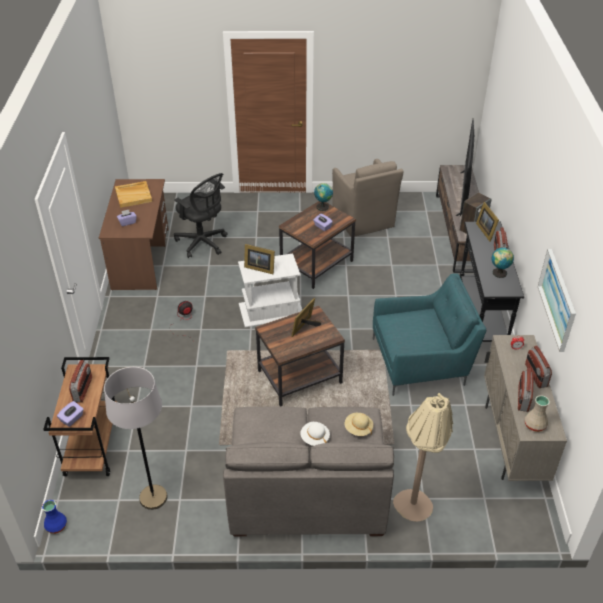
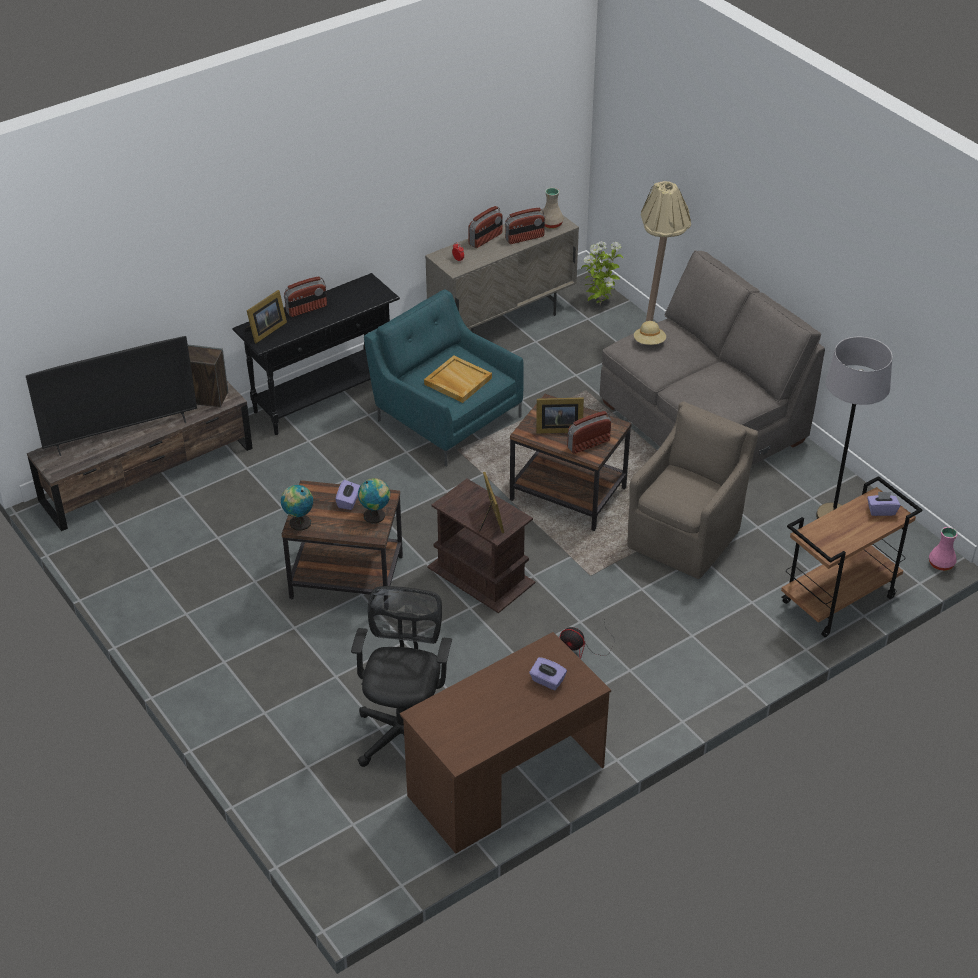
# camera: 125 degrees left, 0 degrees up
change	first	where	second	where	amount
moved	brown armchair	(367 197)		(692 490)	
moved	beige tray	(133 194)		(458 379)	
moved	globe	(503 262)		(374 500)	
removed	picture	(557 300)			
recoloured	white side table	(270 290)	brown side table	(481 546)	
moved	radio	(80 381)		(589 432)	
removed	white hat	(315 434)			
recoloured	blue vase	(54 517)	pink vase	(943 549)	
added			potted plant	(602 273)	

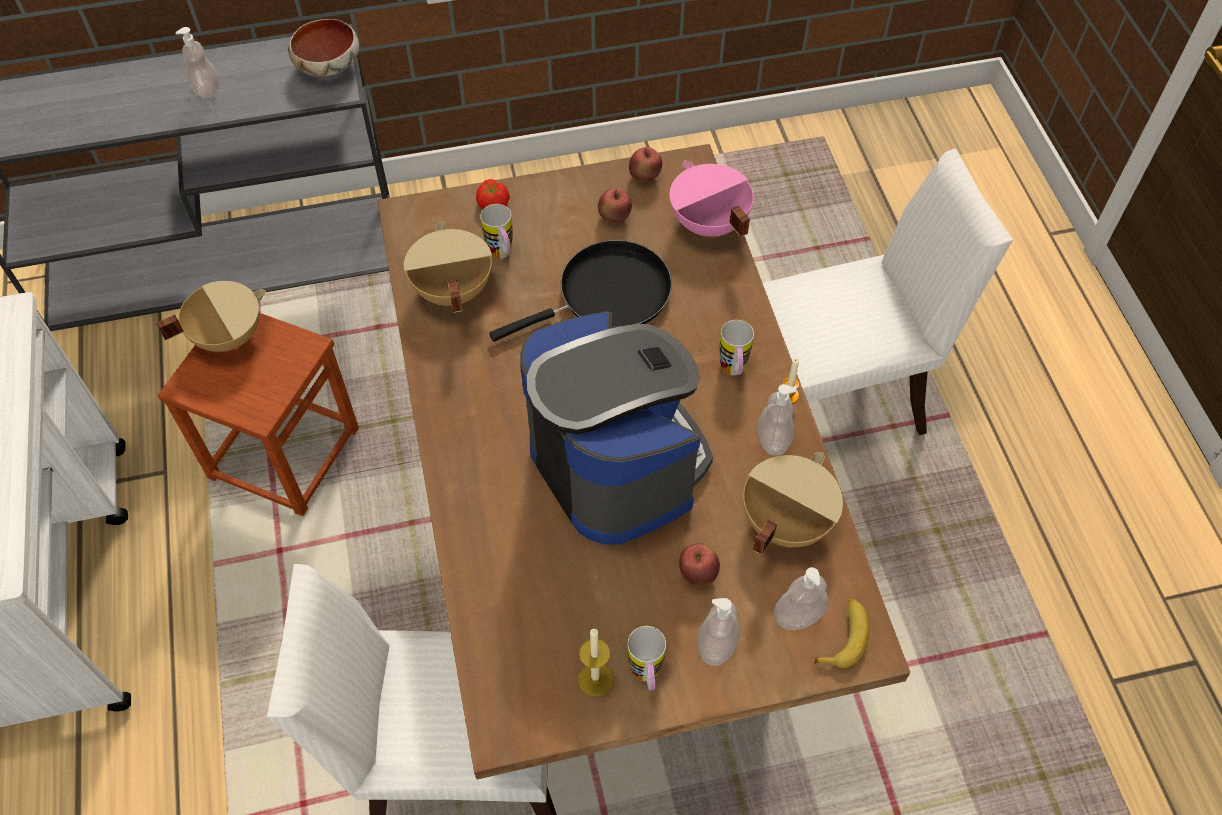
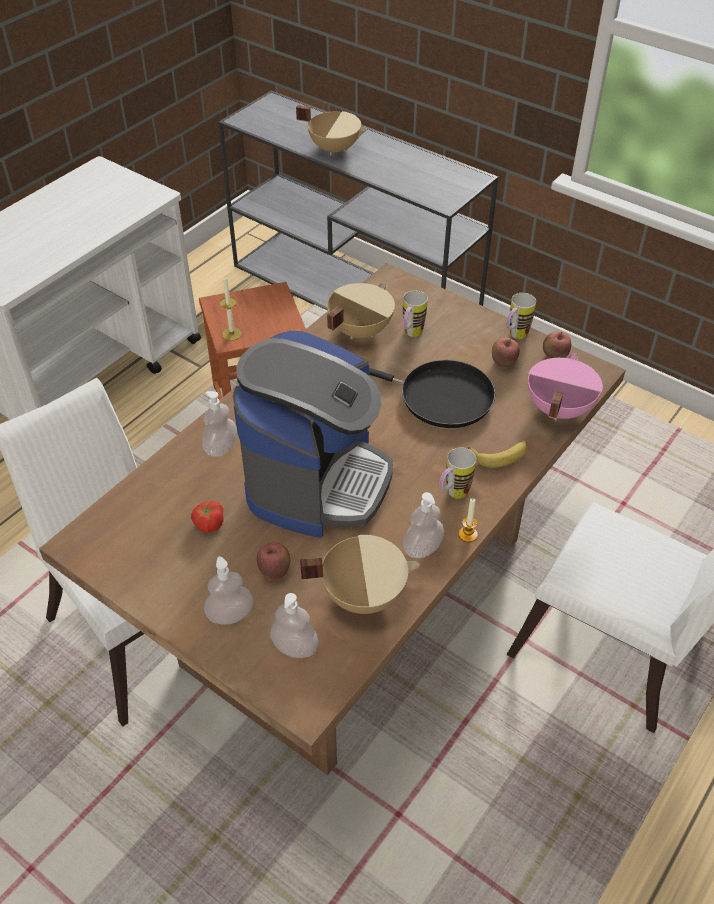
# camera: 50 degrees right, 10 degrees down
change	first	where	second	where	amount
removed	bowl	(323 48)			
moved	soap dispenser	(197 62)		(219 424)	
moved	tomato	(493 194)		(207 517)	
moved	beige cooking pot	(210 316)		(331 130)	
moved	banana	(841 632)		(497 454)	
moved	mug	(646 658)		(521 316)	
moved	candle	(595 662)		(231 308)	

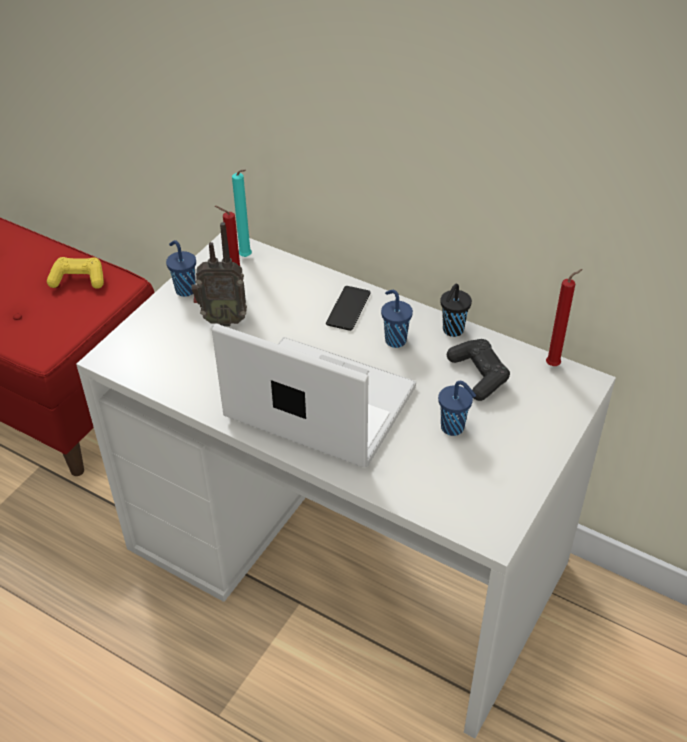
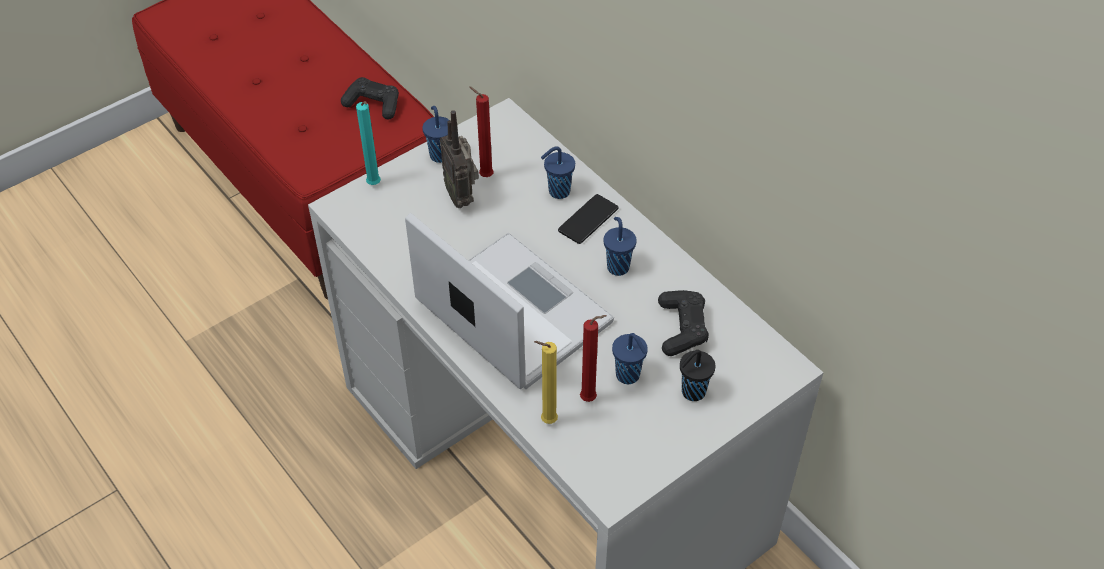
# camera: 20 degrees right, 5 degrees up
change	first	where	second	where	amount
moved	turquoise candle	(242 213)		(368 143)	
turned	radio	(219 274)		(459 159)	45 degrees clockwise
recoloured	yellow game controller	(75 273)	black game controller	(370 98)	
moved	red candle	(564 317)		(593 358)	
moved	black cup	(456 310)		(698 375)	
added			blue cup	(558 172)	
added			yellow candle	(546 382)	

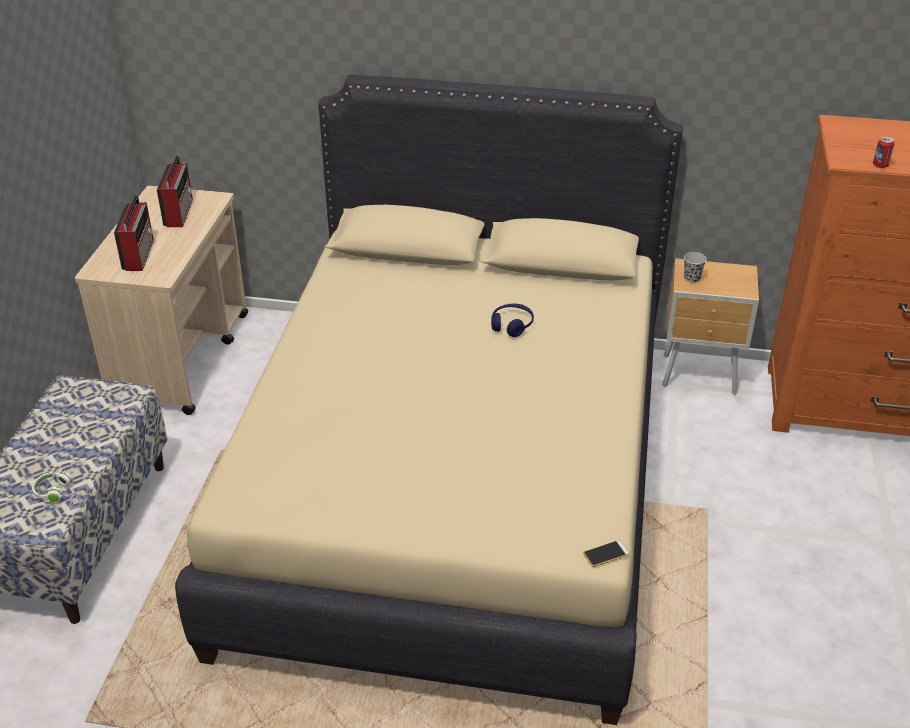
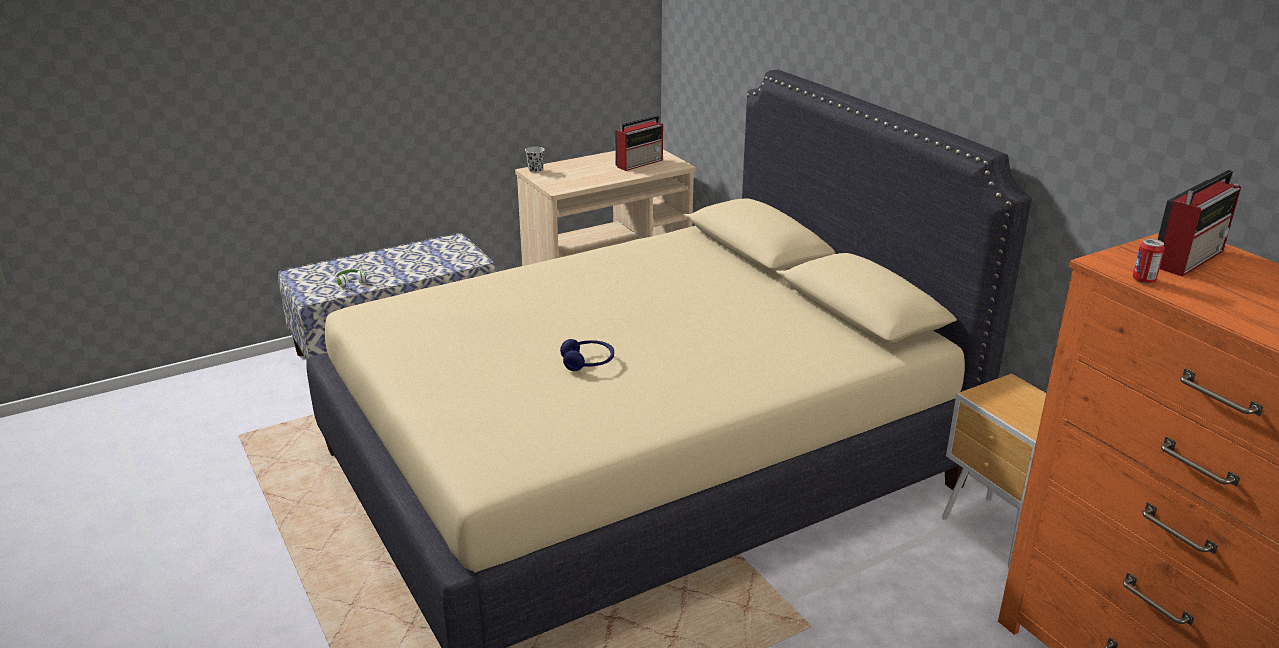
# camera: 50 degrees right, 10 degrees down
change	first	where	second	where	amount
moved	radio	(134 233)		(1199 223)	
moved	black cup	(695 267)		(535 159)	
moved	blue headphones	(512 320)		(587 355)	
removed	phone	(606 553)			

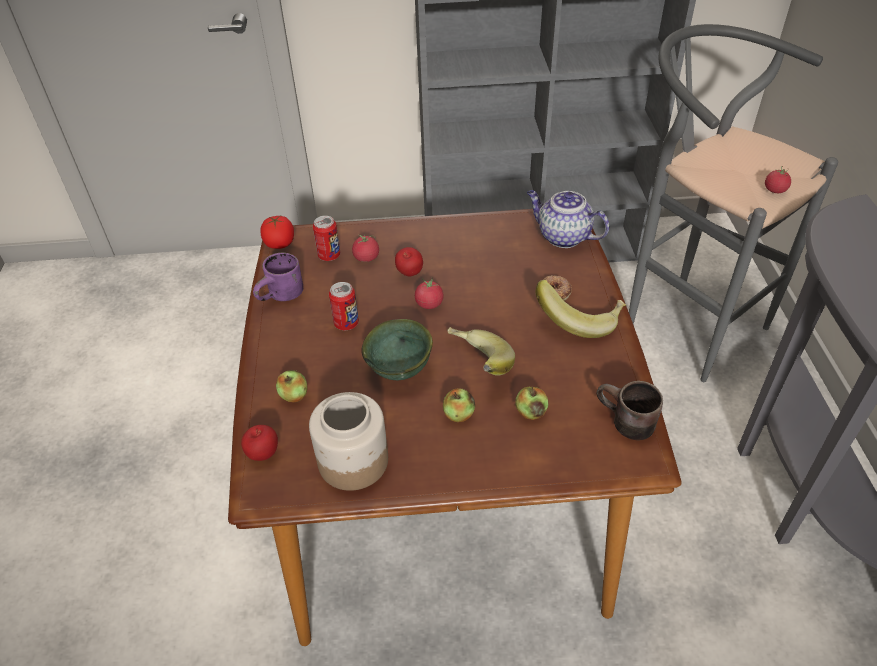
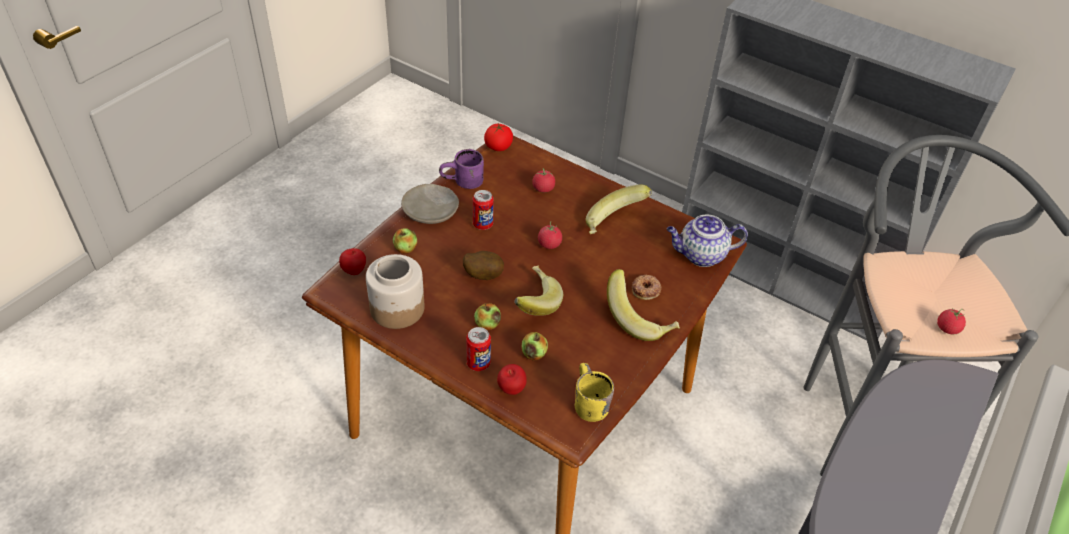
# camera: 35 degrees right, 0 degrees up
change	first	where	second	where	amount
turned	teapot	(568 219)		(707 240)	75 degrees counterclockwise
moved	can	(326 238)		(478 349)	
moved	apple	(409 261)		(512 379)	
replaced	green bowl	(397 349)	potato	(483 265)	
recoloured	brown mug	(630 410)	yellow mug	(594 392)	
added			beige plate	(430 204)	
added			banana	(619 209)	

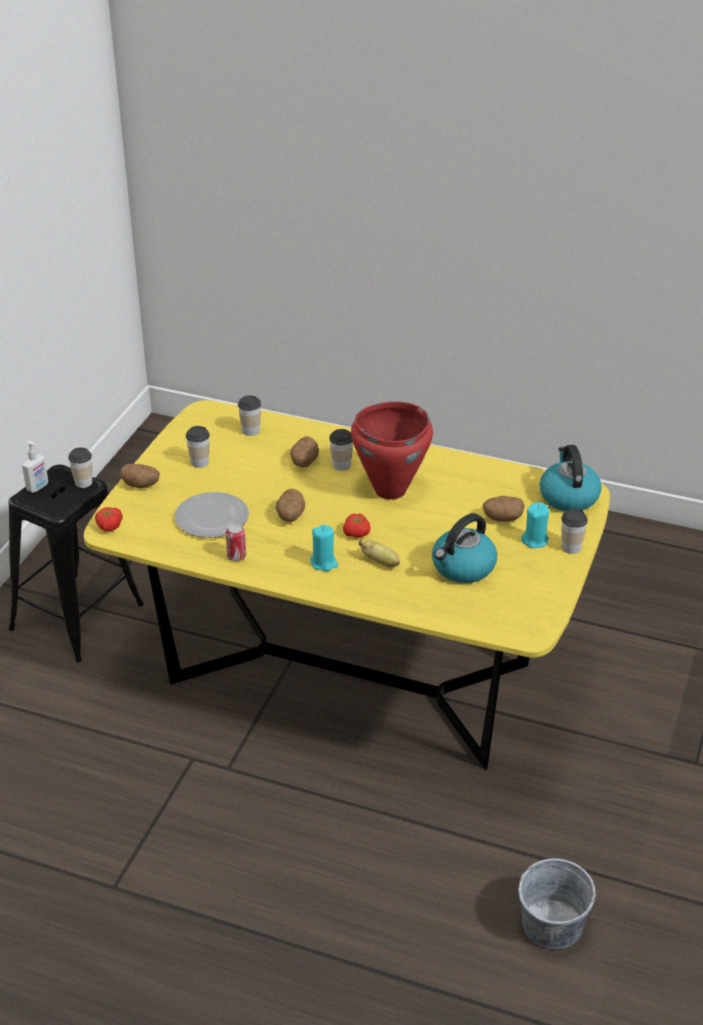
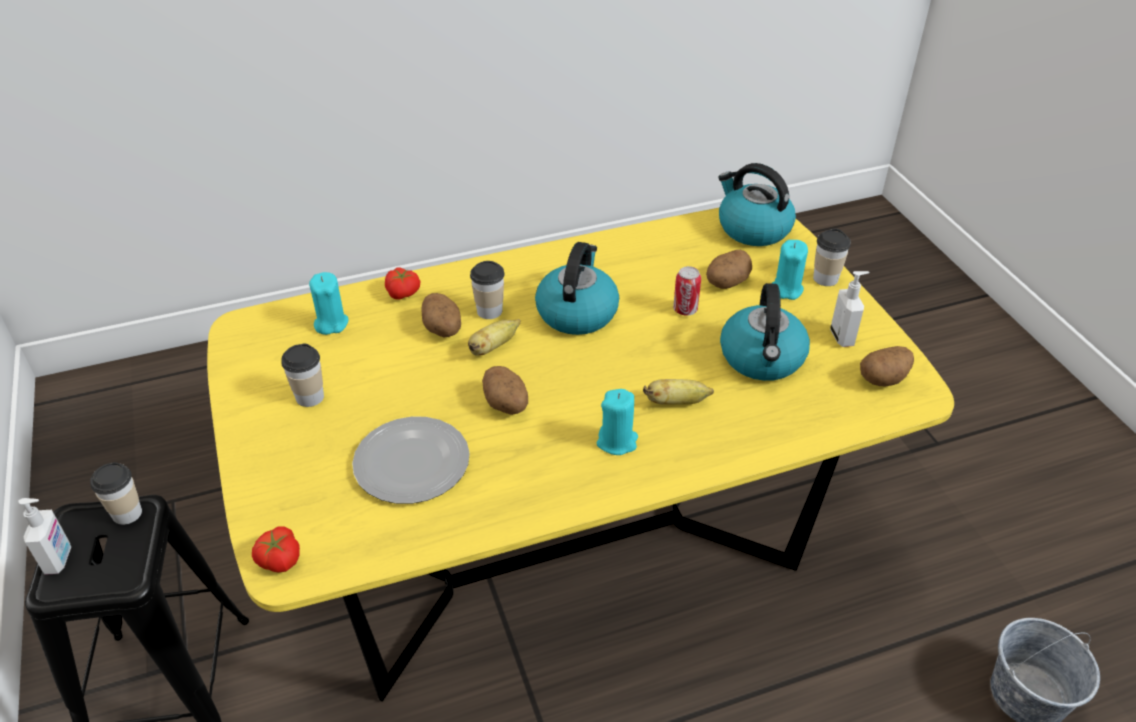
# camera: 40 degrees left, 5 degrees up
change	first	where	second	where	amount
replaced	cup	(249 415)	turquoise candle	(329 303)	
replaced	red cooking pot	(392 451)	kettle	(577 288)	
moved	potato	(140 476)		(887 366)	
moved	tomato	(357 525)		(402 284)	
moved	can	(236 542)		(687 291)	
added			soap dispenser	(849 309)	
added			banana	(494 337)	

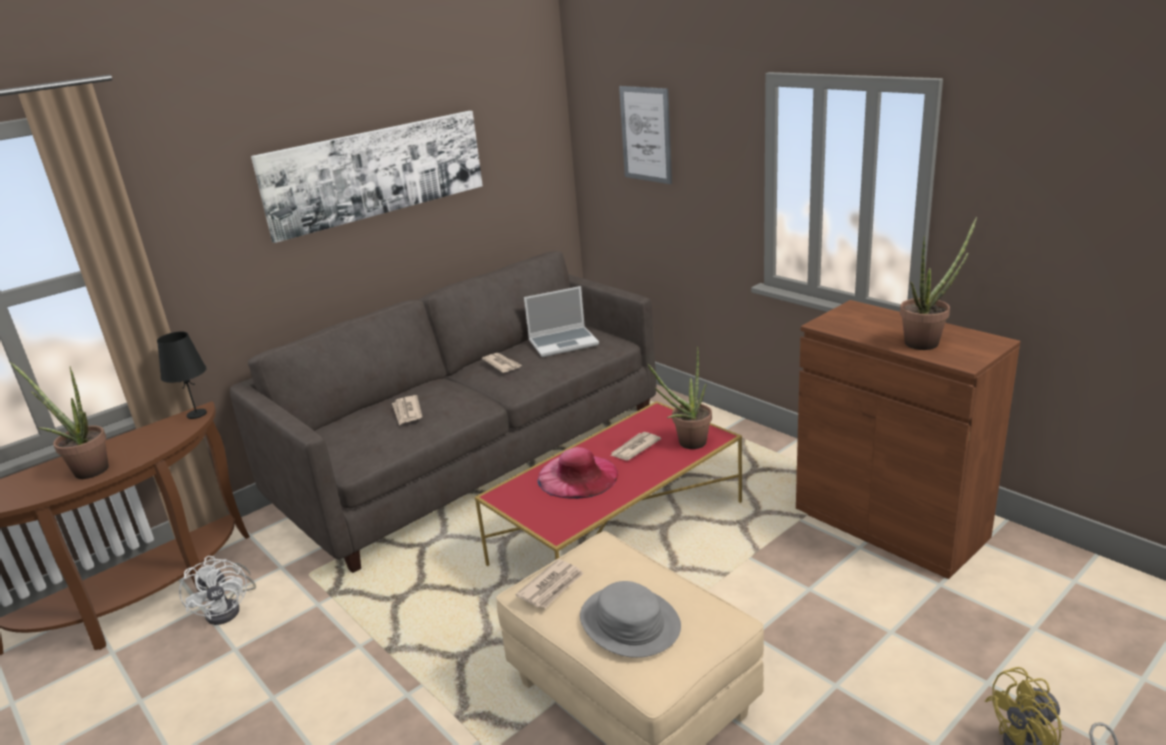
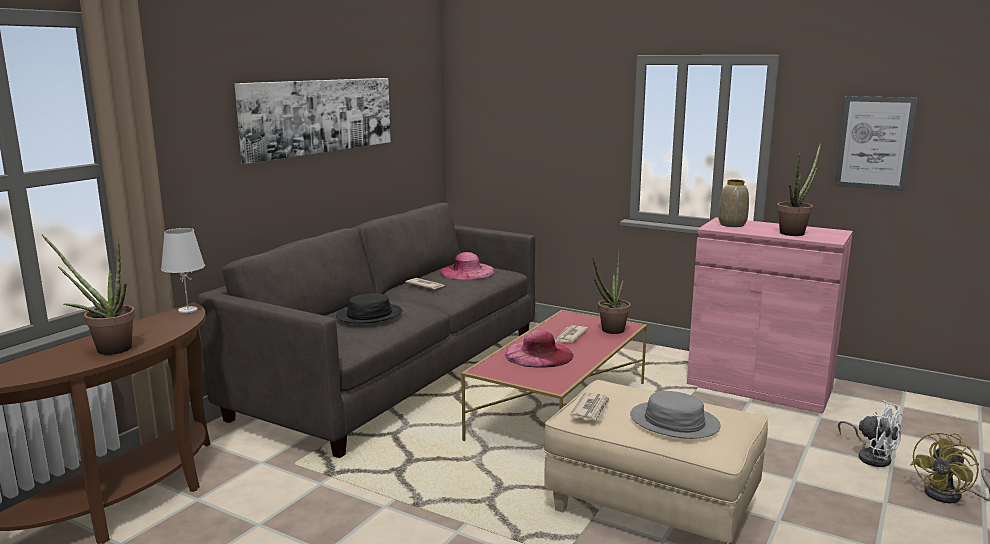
# camera: 20 degrees left, 10 degrees down
change	first	where	second	where	amount
moved	picture	(645 135)		(876 143)	
replaced	laptop	(561 321)	pink hat	(467 266)	
recoloured	brown cabinet	(908 439)	pink cabinet	(770 315)	
recoloured	black table lamp	(182 375)	white table lamp	(183 270)	
replaced	newspaper	(407 410)	black hat	(369 308)	
moved	white fan	(217 590)		(870 433)	
added			vase	(733 203)	

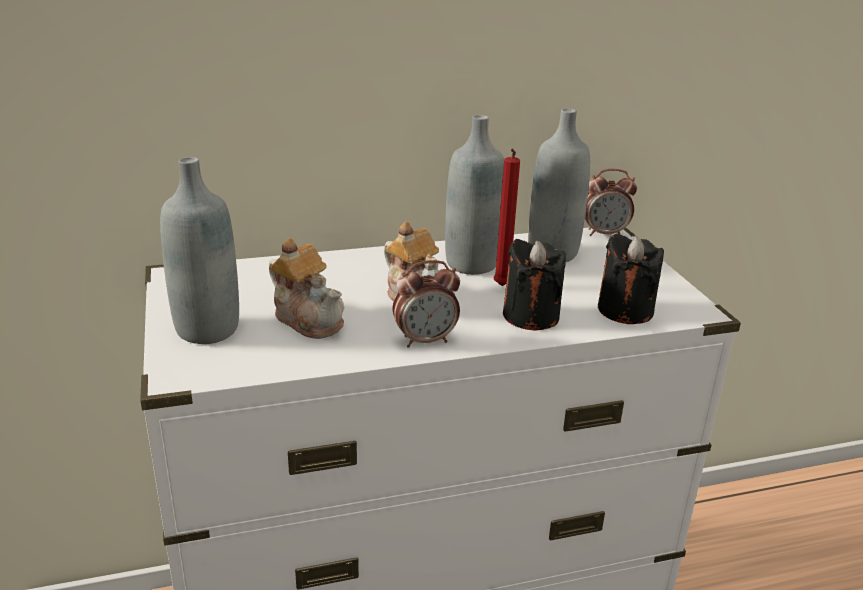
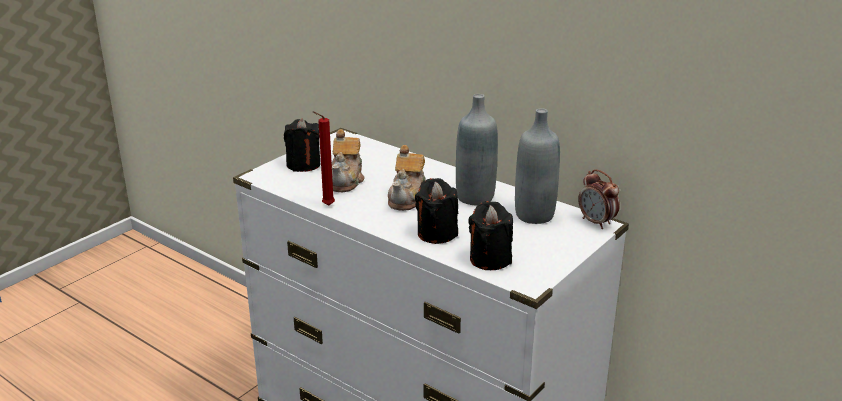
# camera: 55 degrees right, 0 degrees up
change	first	where	second	where	amount
moved	red candle	(507 217)		(324 158)	
replaced	grey bottle	(199 250)	black candle	(302 145)	
removed	alarm clock	(426 304)			

